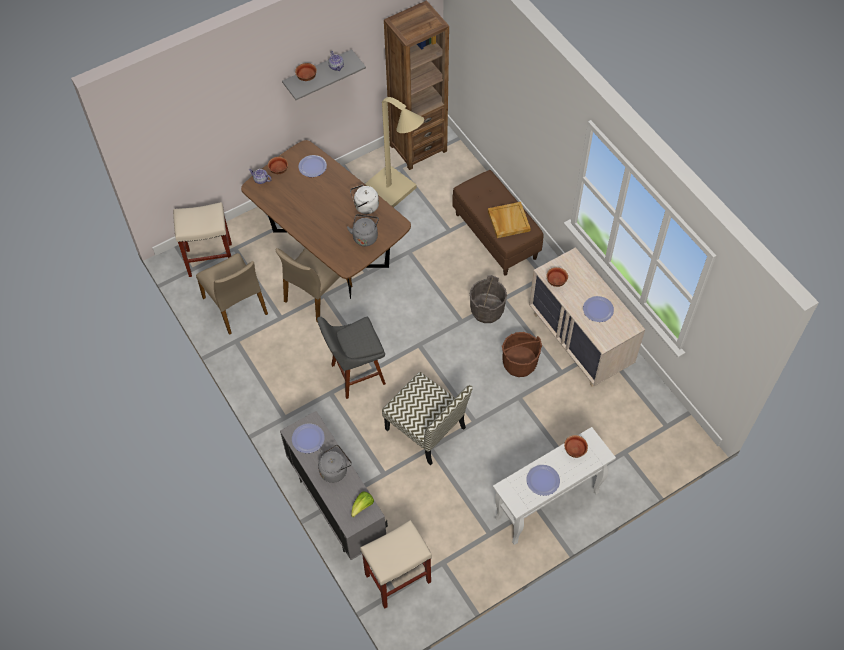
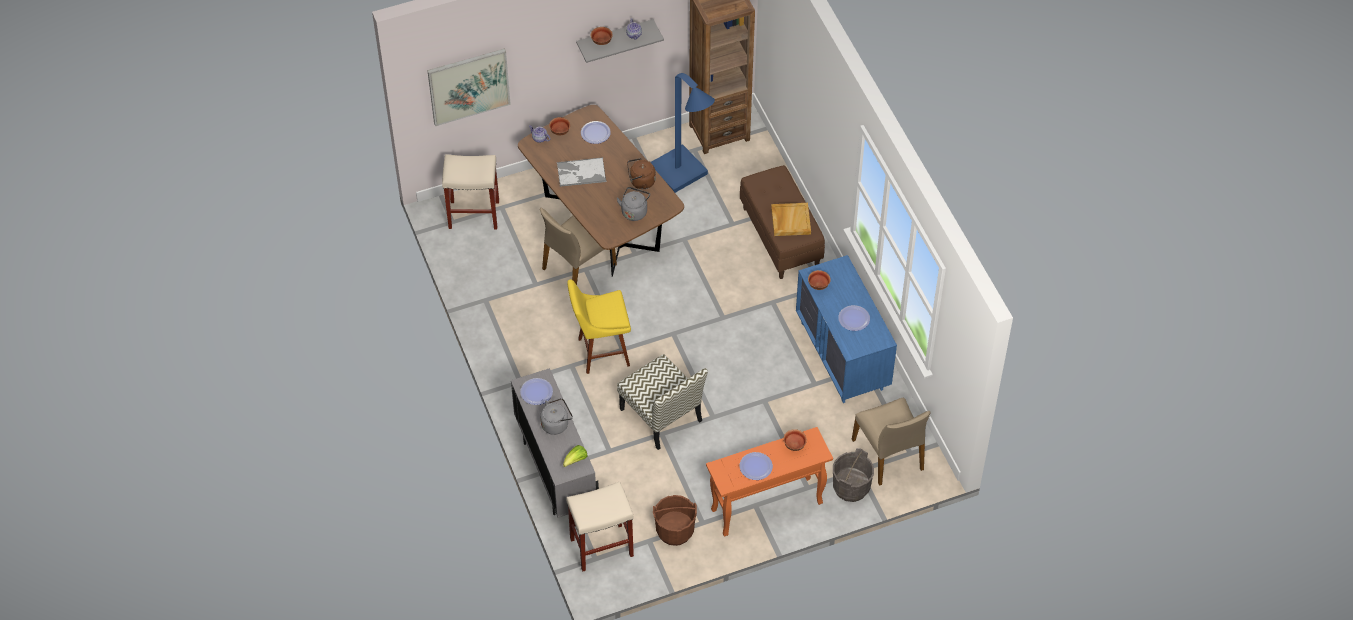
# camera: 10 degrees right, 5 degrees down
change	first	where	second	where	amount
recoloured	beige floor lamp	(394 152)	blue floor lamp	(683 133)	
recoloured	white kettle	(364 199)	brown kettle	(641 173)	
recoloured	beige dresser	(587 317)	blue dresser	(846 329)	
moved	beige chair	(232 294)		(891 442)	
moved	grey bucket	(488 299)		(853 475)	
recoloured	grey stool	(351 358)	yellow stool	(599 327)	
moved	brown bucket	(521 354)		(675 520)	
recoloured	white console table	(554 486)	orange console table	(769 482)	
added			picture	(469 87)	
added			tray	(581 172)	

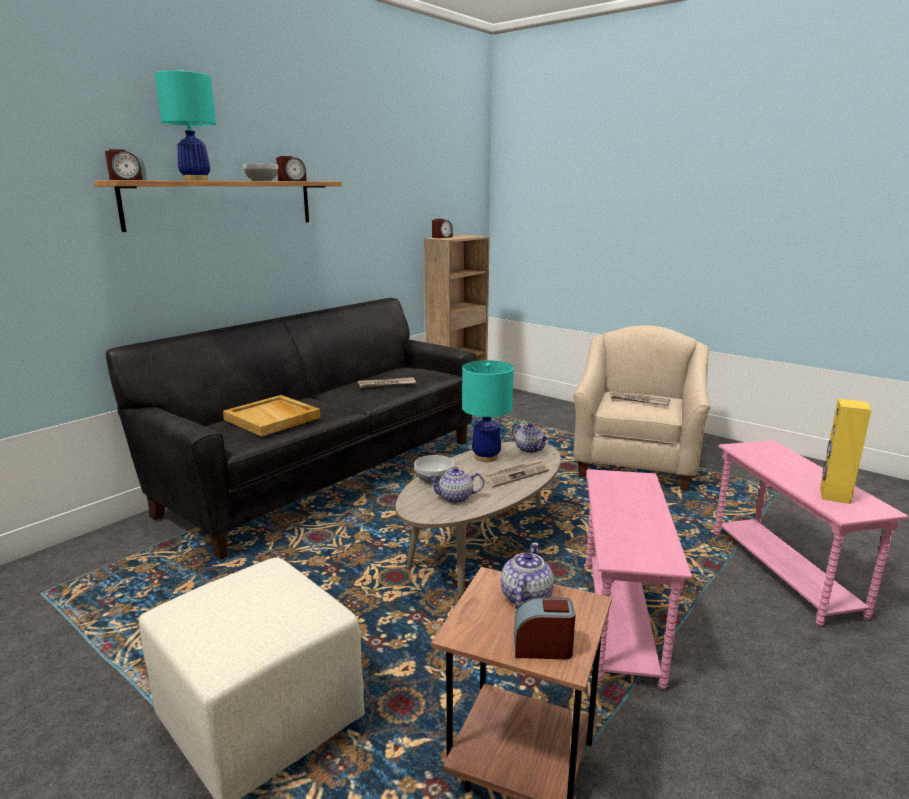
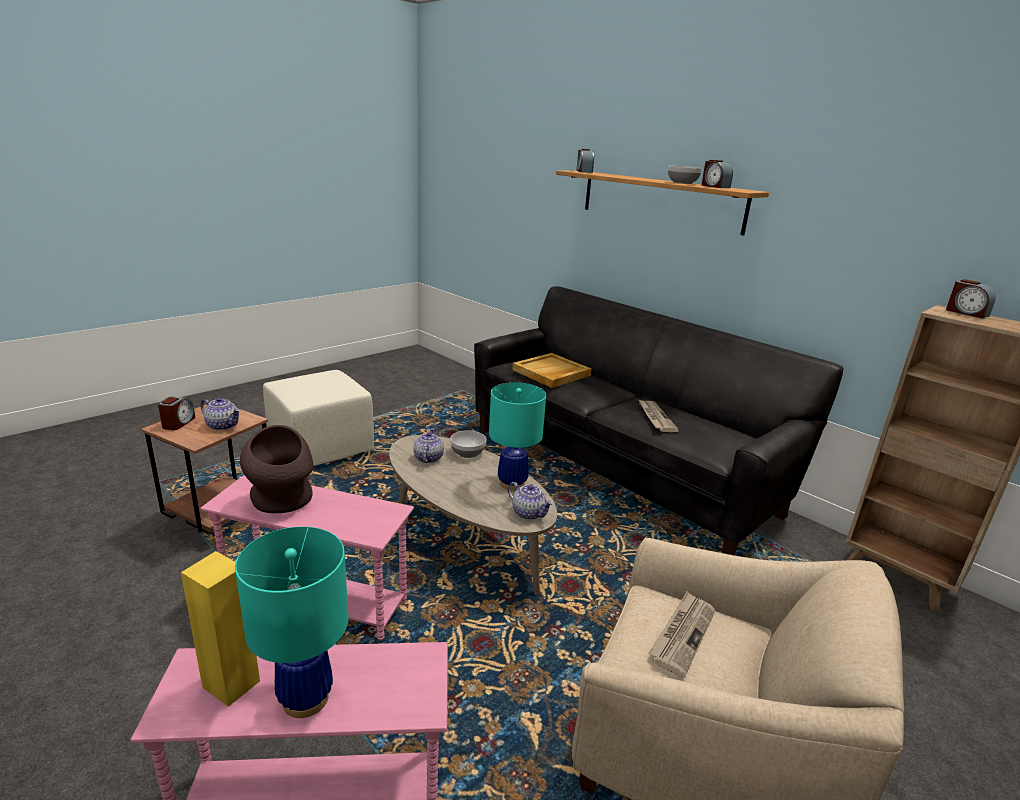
# camera: 95 degrees right, 5 degrees up
change	first	where	second	where	amount
moved	turquoise table lamp	(185 125)		(292 622)	
turned	teapot	(530 438)		(530 501)	105 degrees counterclockwise
removed	newspaper	(514 472)			
added			brown vase	(277 469)	

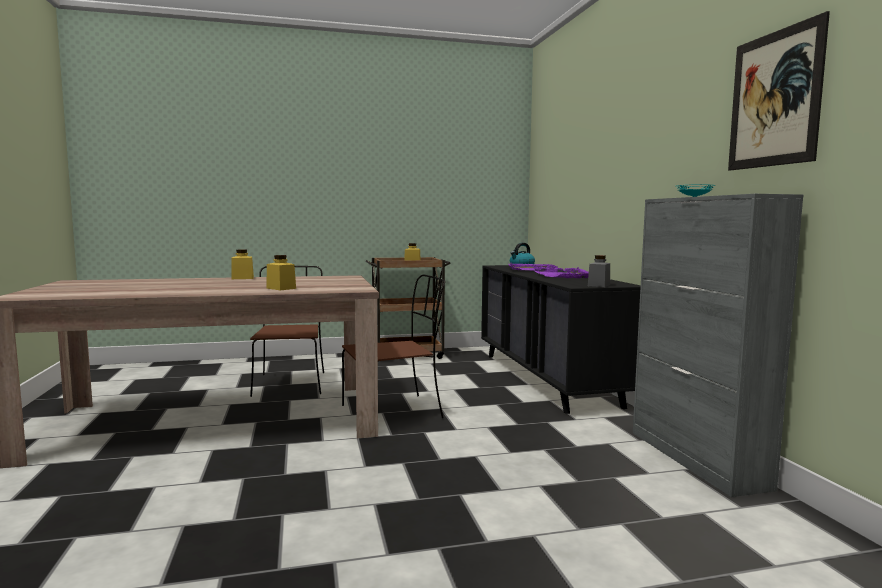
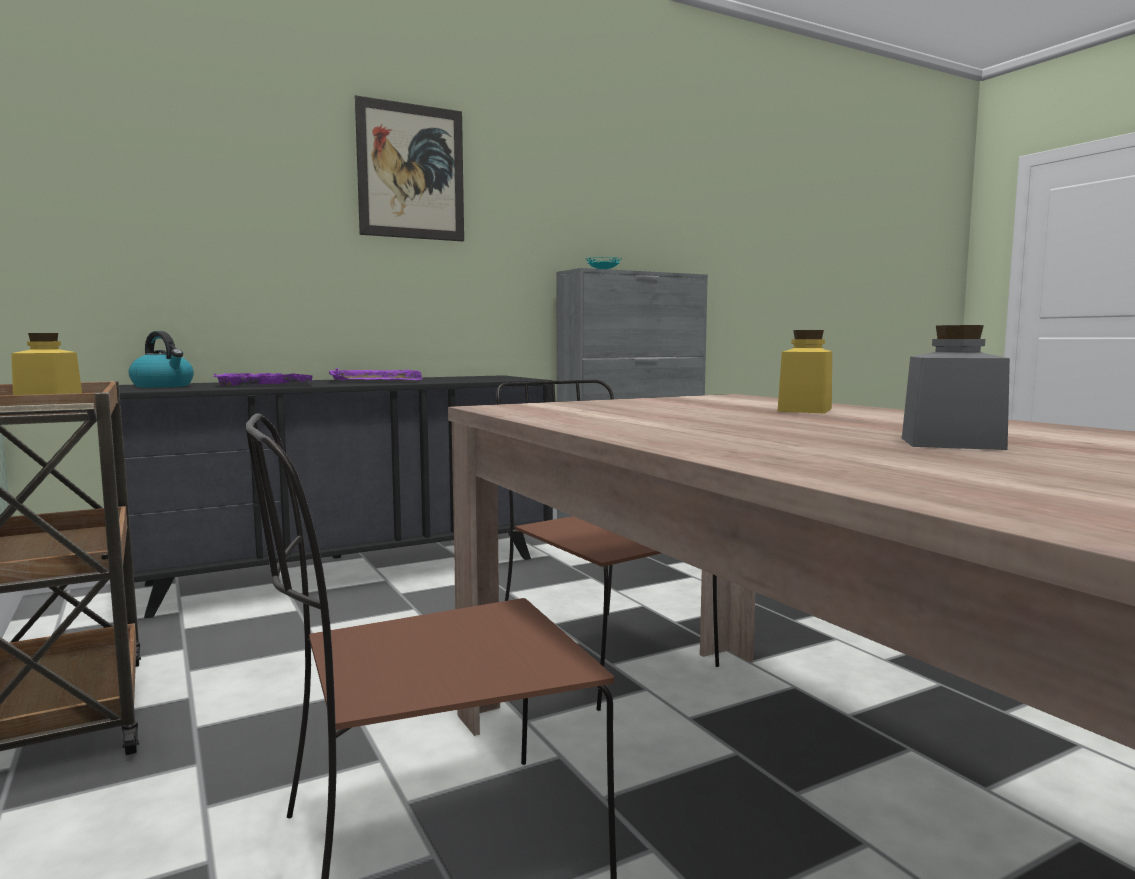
# camera: 105 degrees left, 0 degrees up
change	first	where	second	where	amount
moved	picture	(779 91)		(409 168)	
removed	yellow jar	(242 264)			
moved	grey jar	(599 271)		(956 387)	

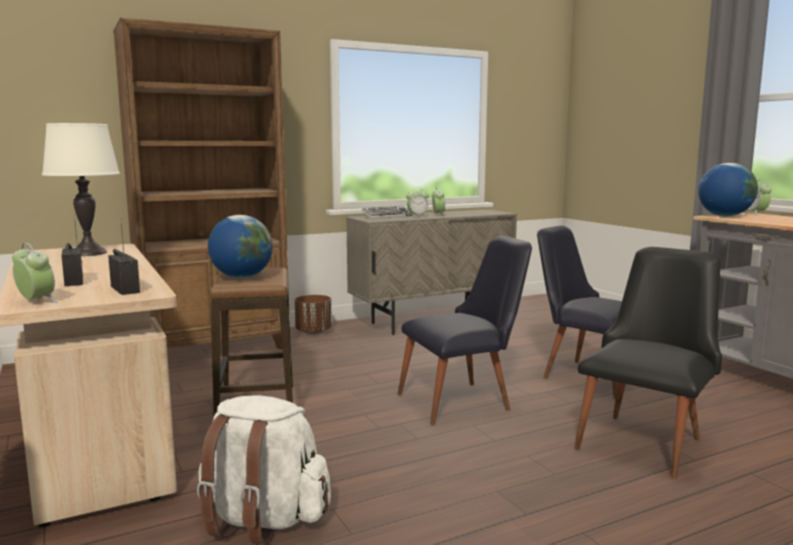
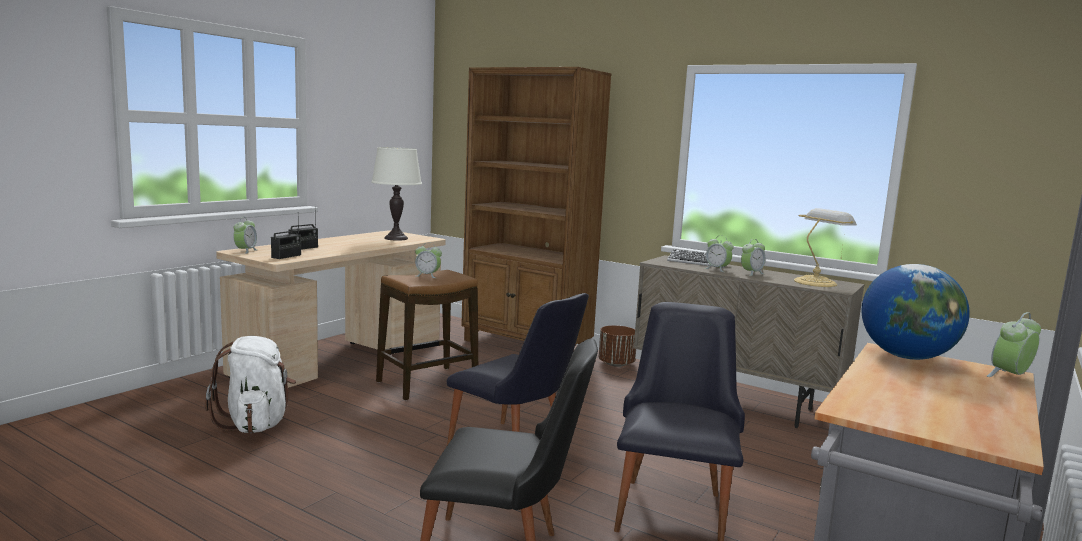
# camera: 60 degrees right, 0 degrees up
change	first	where	second	where	amount
replaced	globe	(240 246)	alarm clock	(428 260)	
added			table lamp	(825 247)	

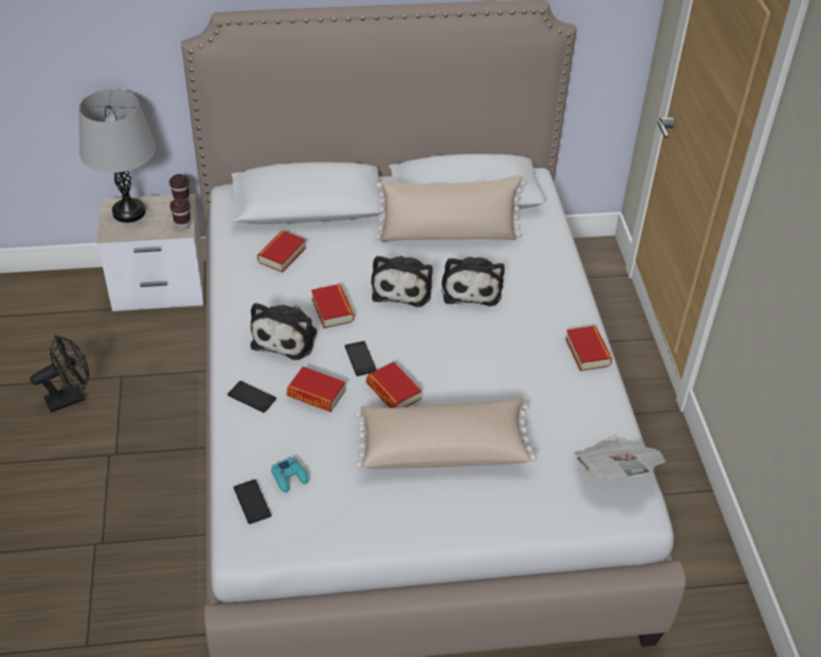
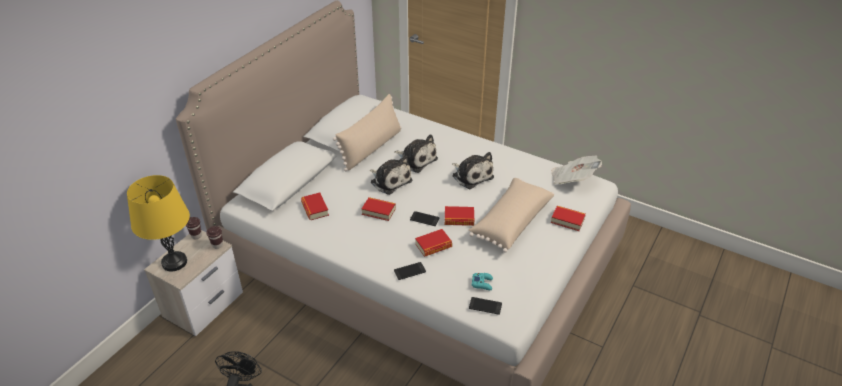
# camera: 50 degrees left, 5 degrees down
change	first	where	second	where	amount
recoloured	grey table lamp	(117 156)	yellow table lamp	(158 223)	
moved	plush toy	(283 331)		(473 170)	
moved	book	(588 348)		(568 218)	

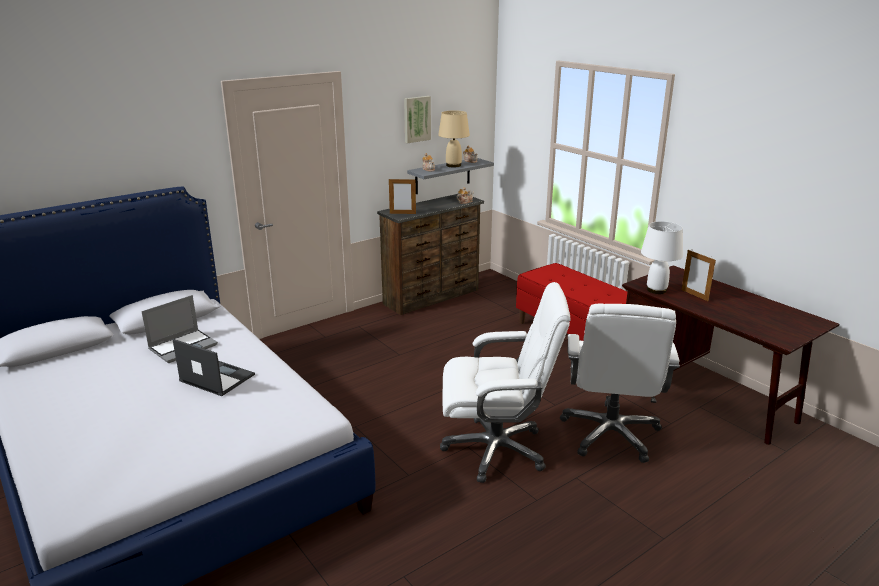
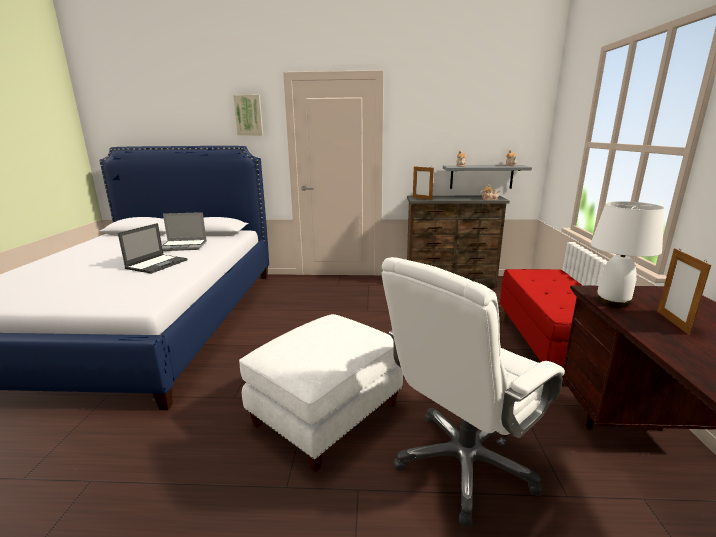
# camera: 40 degrees right, 5 degrees down
change	first	where	second	where	amount
moved	picture	(417 119)		(248 115)	
removed	beige table lamp	(454 139)			
replaced	white office chair	(505 382)	white ottoman	(321 393)	
turned	laptop	(214 367)		(152 248)	45 degrees clockwise

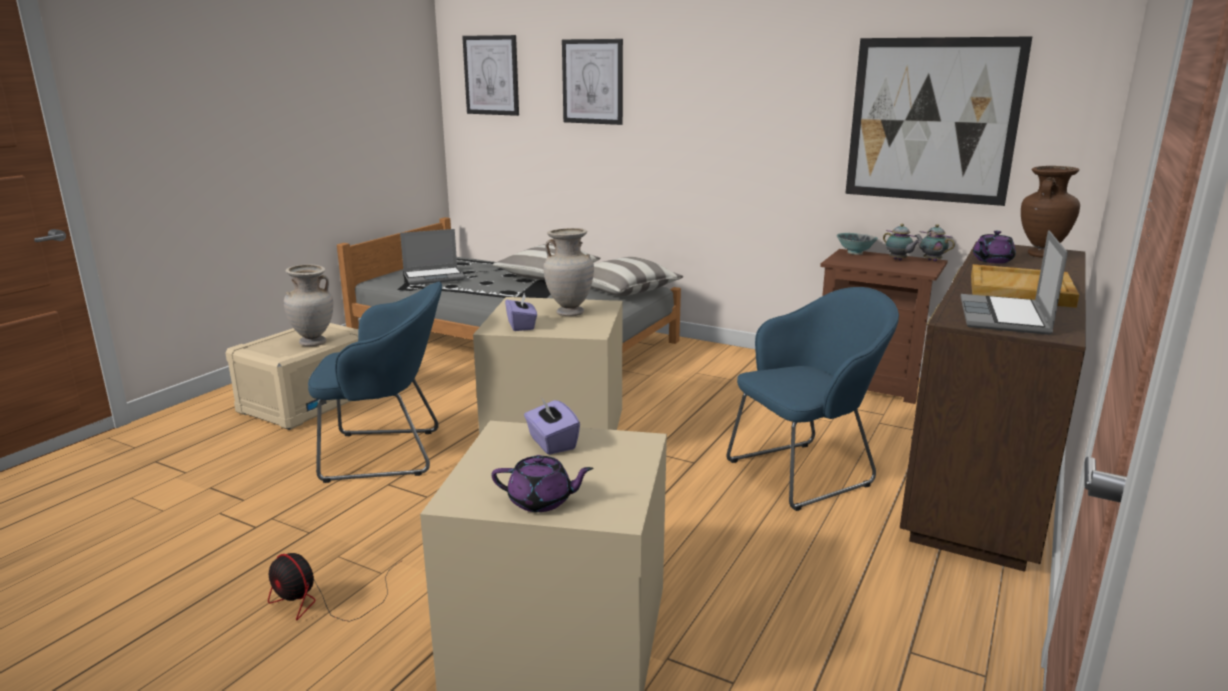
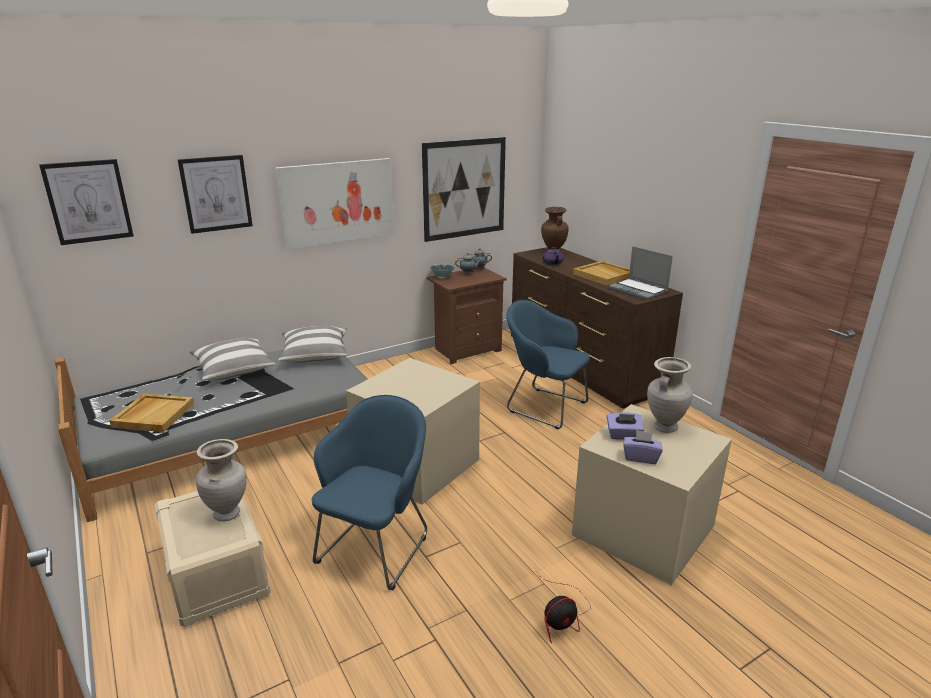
# camera: 60 degrees left, 5 degrees up
change	first	where	second	where	amount
moved	beige vase	(568 272)		(670 395)	
replaced	laptop	(432 257)	beige tray	(151 412)	
turned	blue armchair	(813 399)		(548 364)	60 degrees counterclockwise
moved	purple tissue box	(521 312)		(643 447)	
removed	purple teapot	(542 483)			
added			picture	(334 203)	

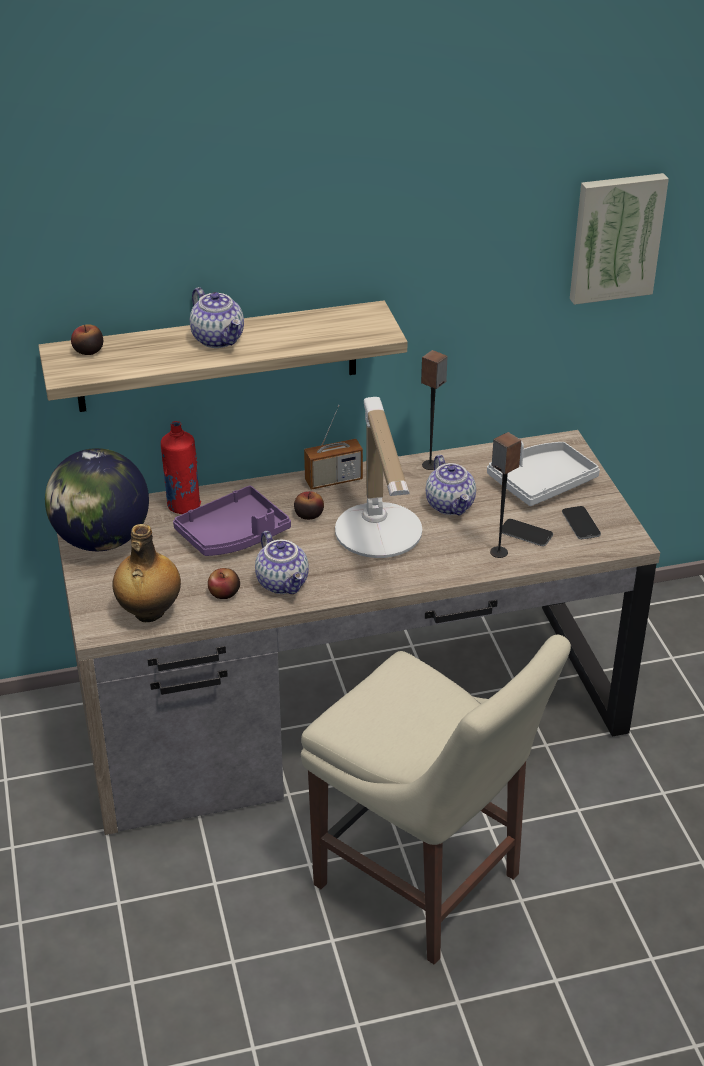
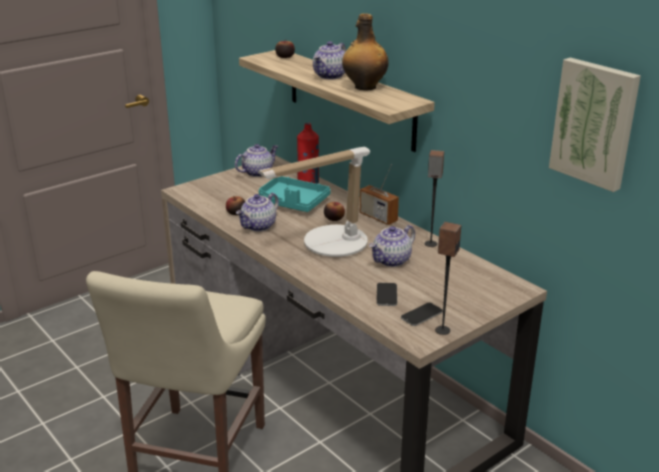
# camera: 65 degrees right, 10 degrees down
change	first	where	second	where	amount
moved	speaker	(505 495)		(448 278)	
removed	grey tray	(543 473)			
replaced	globe	(97 499)	teapot	(257 160)	
recoloured	purple tray	(232 520)	turquoise tray	(295 194)	
moved	bottle	(146 573)		(365 51)	

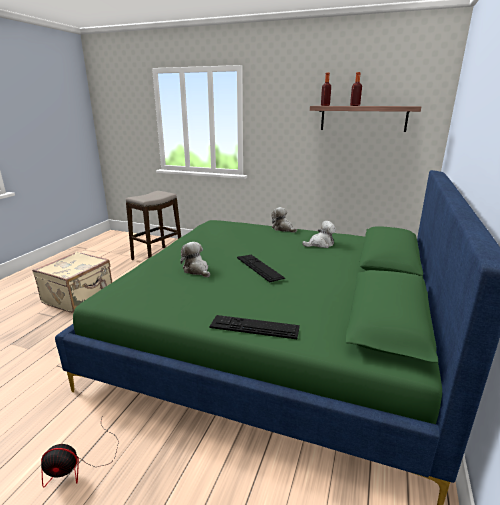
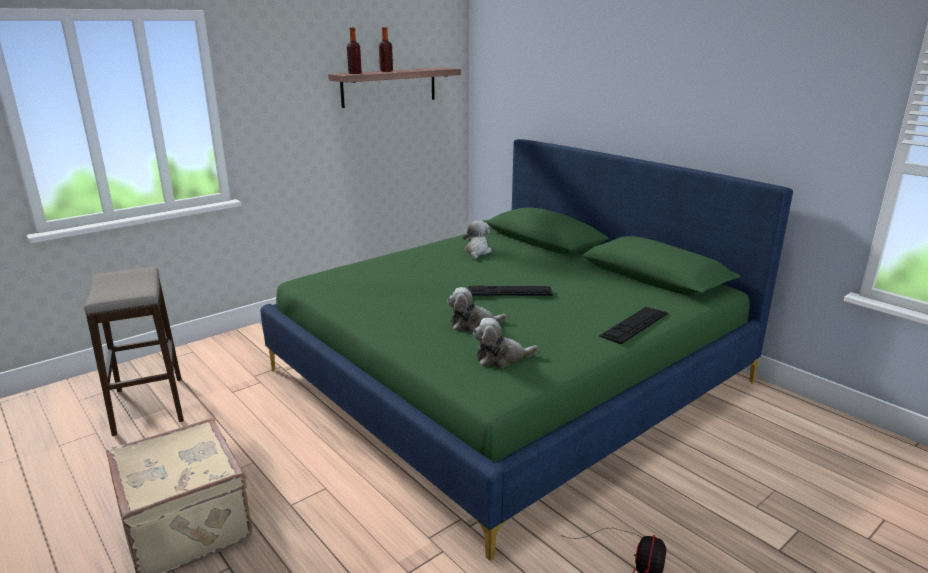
# camera: 60 degrees left, 0 degrees up
change	first	where	second	where	amount
moved	plush toy	(284 220)		(505 343)	

